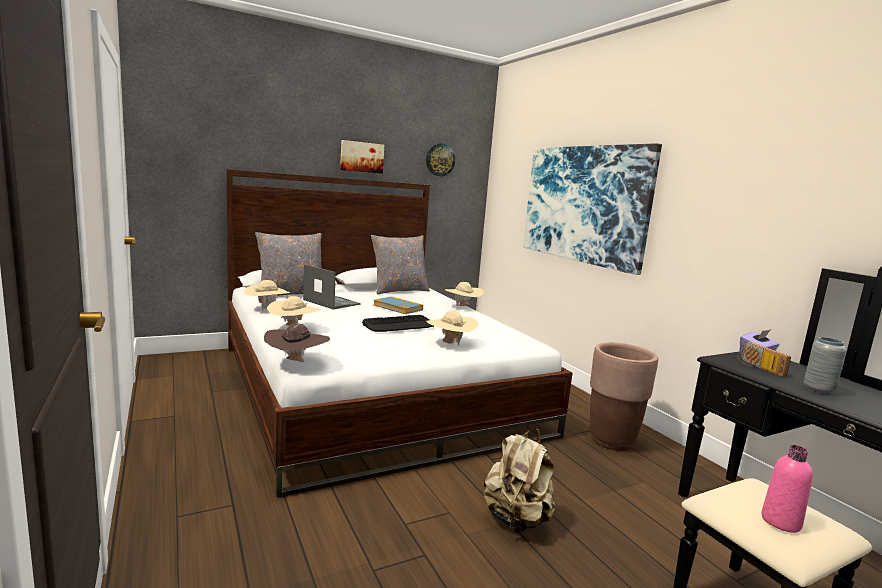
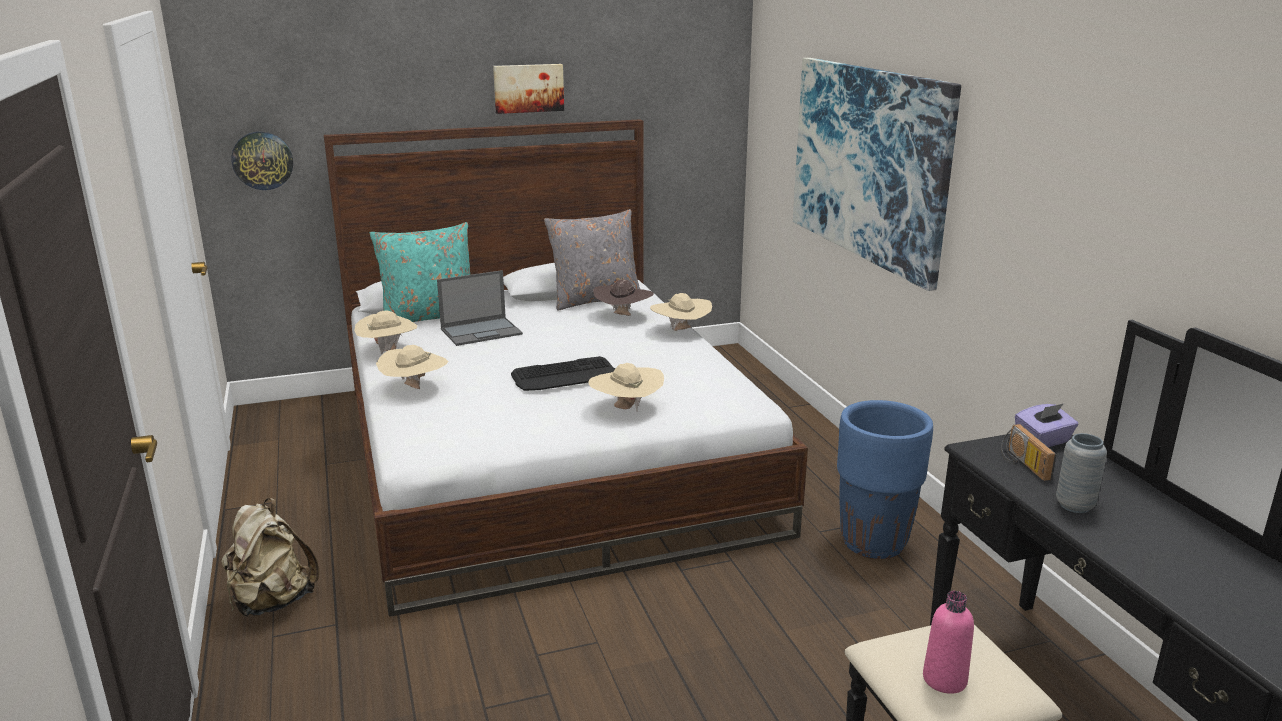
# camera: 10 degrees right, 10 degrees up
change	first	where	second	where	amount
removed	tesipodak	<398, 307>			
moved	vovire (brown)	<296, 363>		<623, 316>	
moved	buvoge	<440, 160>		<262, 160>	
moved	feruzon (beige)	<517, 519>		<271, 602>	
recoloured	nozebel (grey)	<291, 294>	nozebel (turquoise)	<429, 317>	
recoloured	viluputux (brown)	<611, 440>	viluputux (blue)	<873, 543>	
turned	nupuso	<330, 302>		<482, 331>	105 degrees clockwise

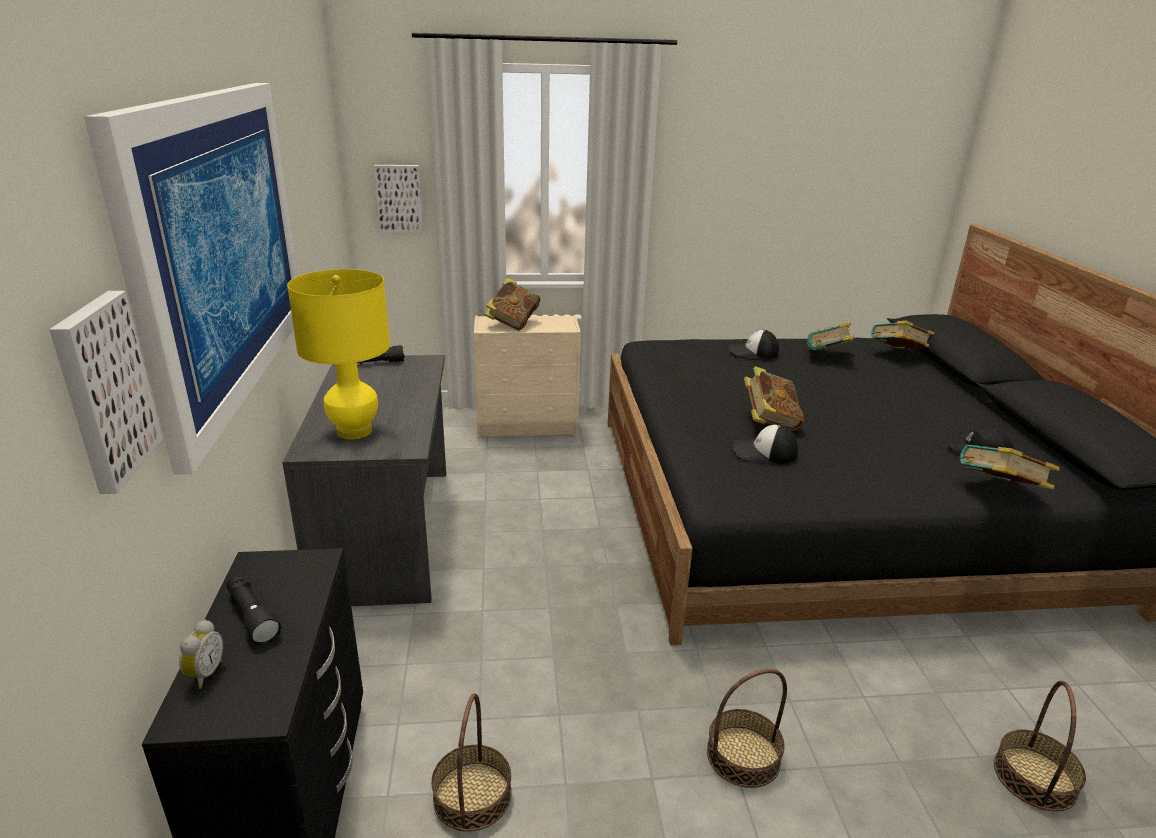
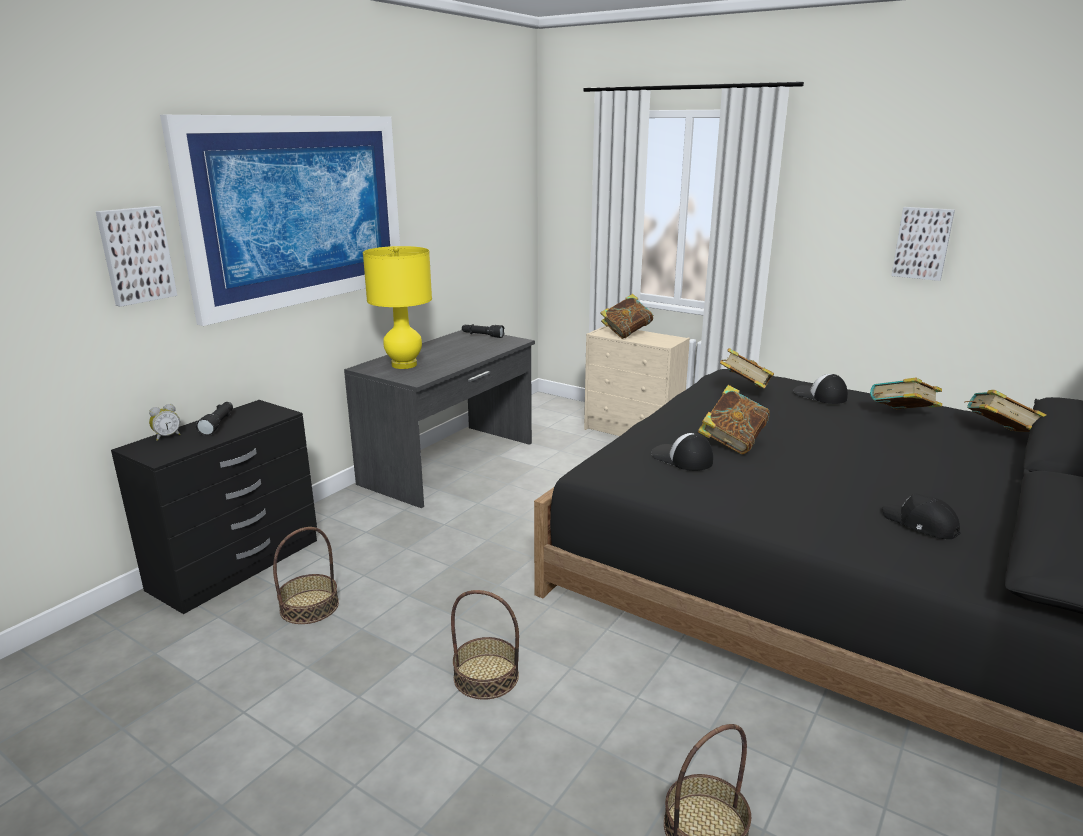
# camera: 40 degrees right, 5 degrees down
change	first	where	second	where	amount
moved	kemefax	<399, 198>		<922, 243>	
moved	tesipodak	<998, 491>		<744, 390>	

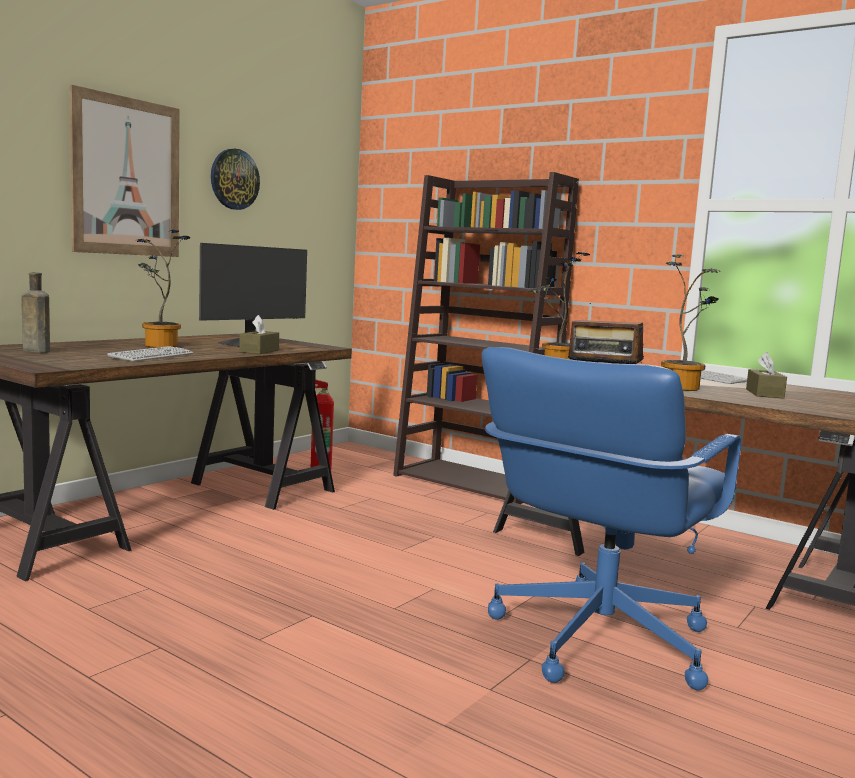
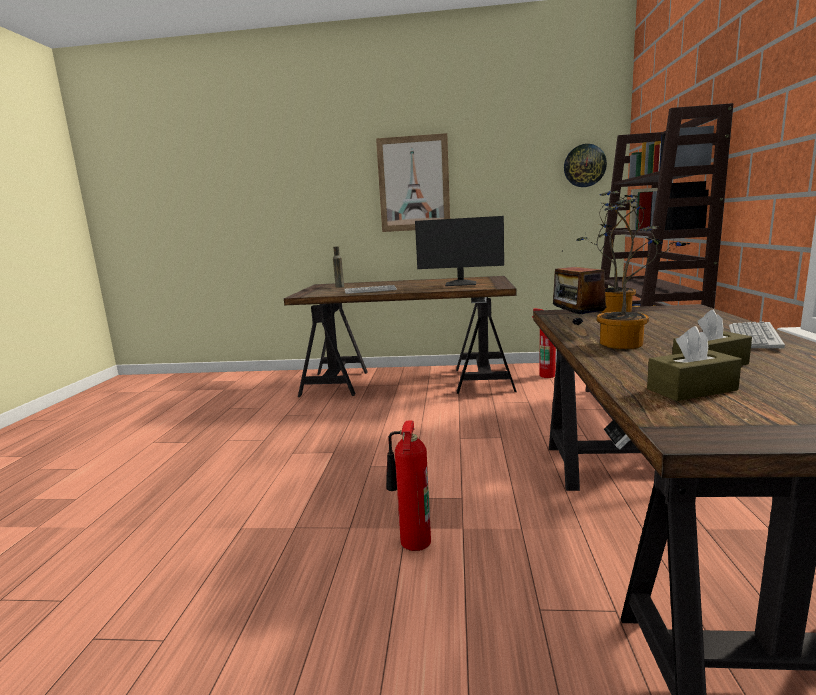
# camera: 60 degrees right, 5 degrees up
change	first	where	second	where	amount
removed	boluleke	<159, 346>			
moved	buvoge	<234, 179>		<584, 165>	
moved	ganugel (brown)	<259, 351>		<691, 389>	
replaced	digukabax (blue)	<597, 639>	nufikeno	<412, 543>	

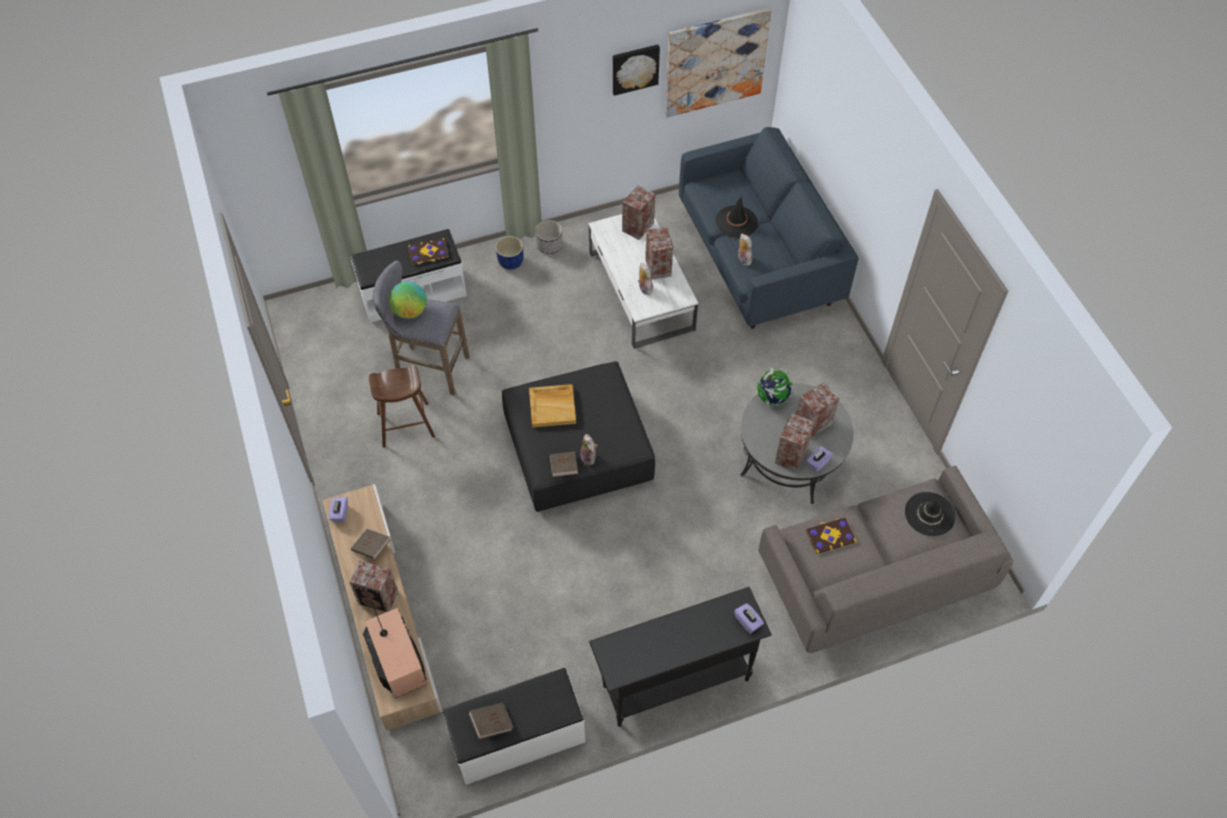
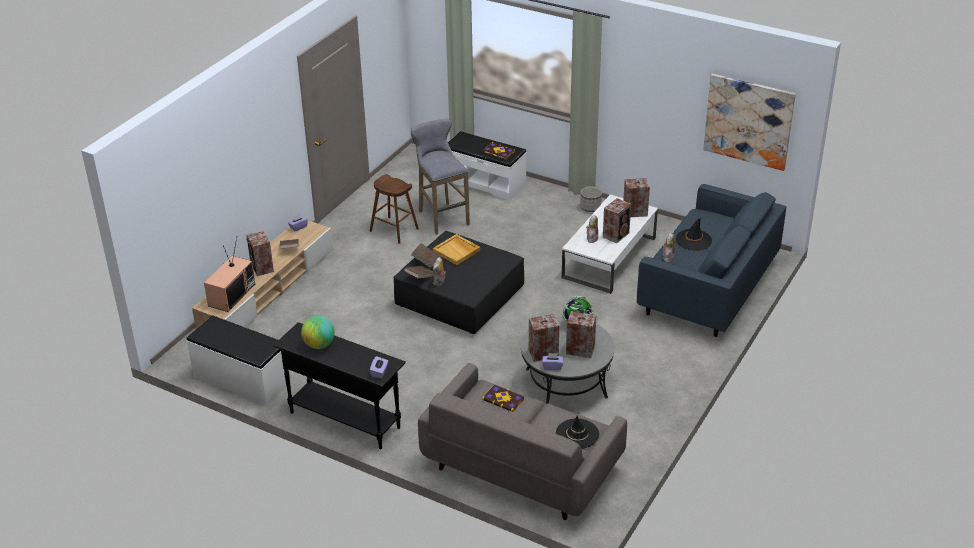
# camera: 50 degrees right, 20 degrees down
change	first	where	second	where	amount
removed	viluputux (blue)	<510, 262>			
removed	kemefax	<634, 68>			
moved	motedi	<410, 311>		<319, 345>	
moved	tesipodak (brown)	<491, 723>		<426, 260>	

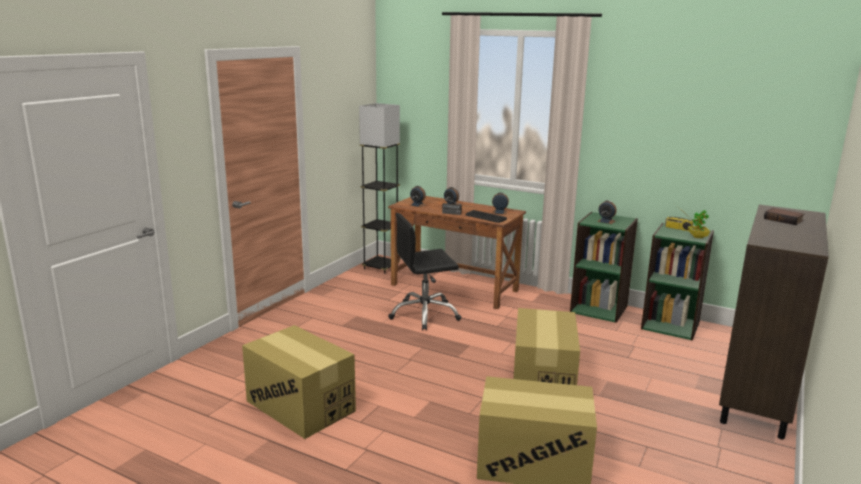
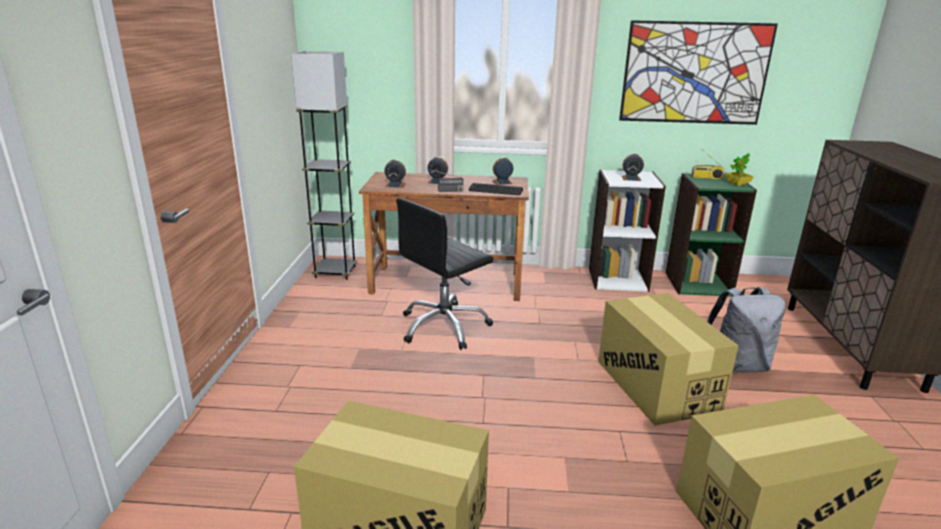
# camera: 25 degrees left, 5 degrees up
change	first	where	second	where	amount
removed	tesipodak	<784, 219>			
added			kemefax	<695, 73>	
added			feruzon (grey)	<737, 366>	
recoloured	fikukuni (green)	<599, 309>	fikukuni (white)	<617, 279>	

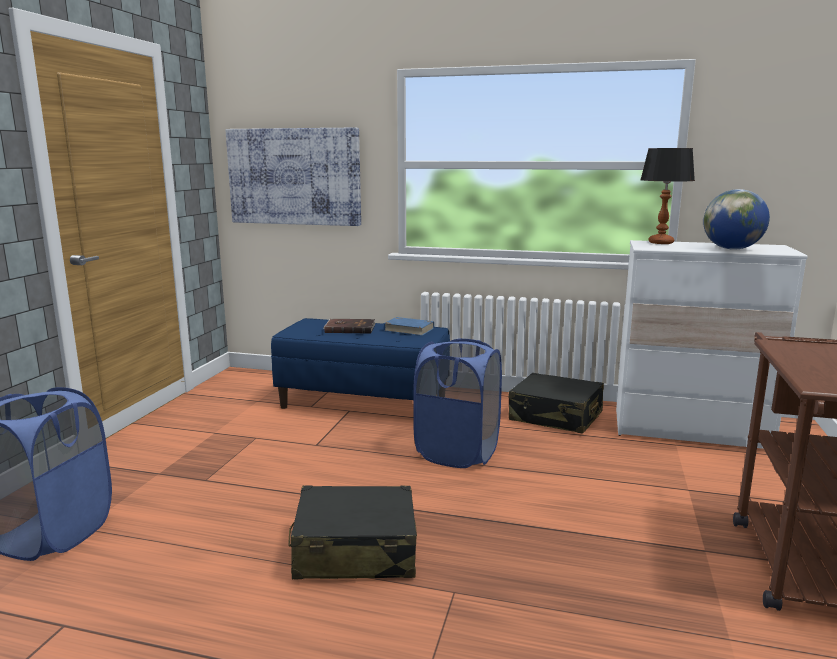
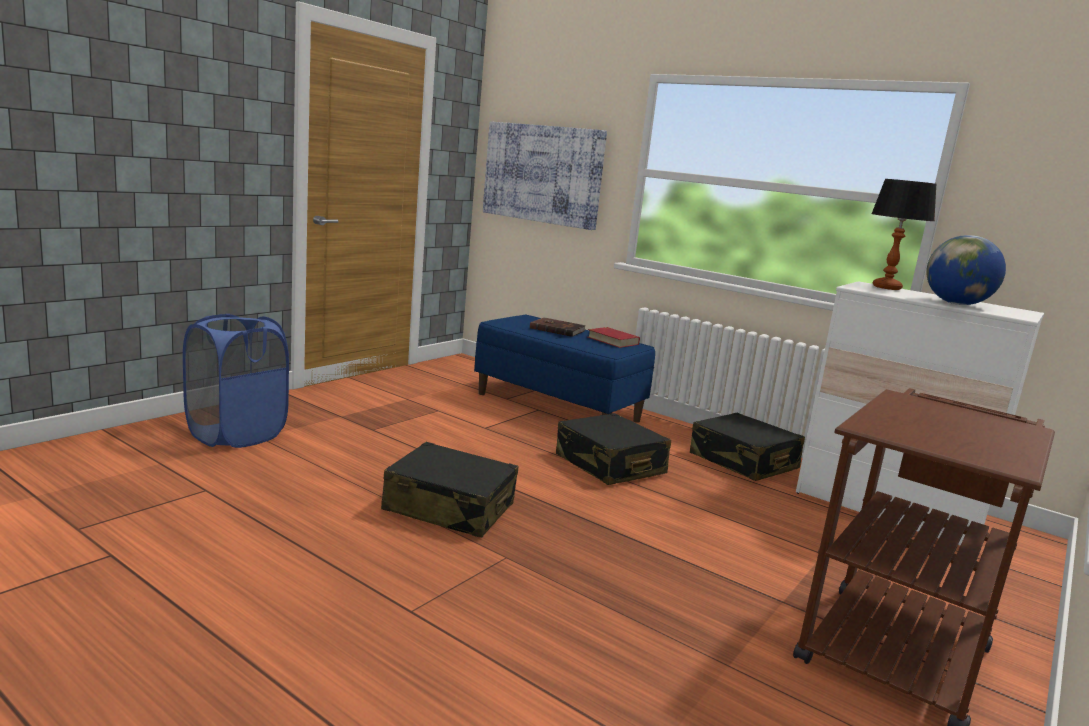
# camera: 20 degrees right, 0 degrees up
change	first	where	second	where	amount
replaced	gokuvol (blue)	<457, 452>	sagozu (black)	<609, 465>	
recoloured	tesipodak (blue)	<409, 329>	tesipodak (red)	<612, 341>	

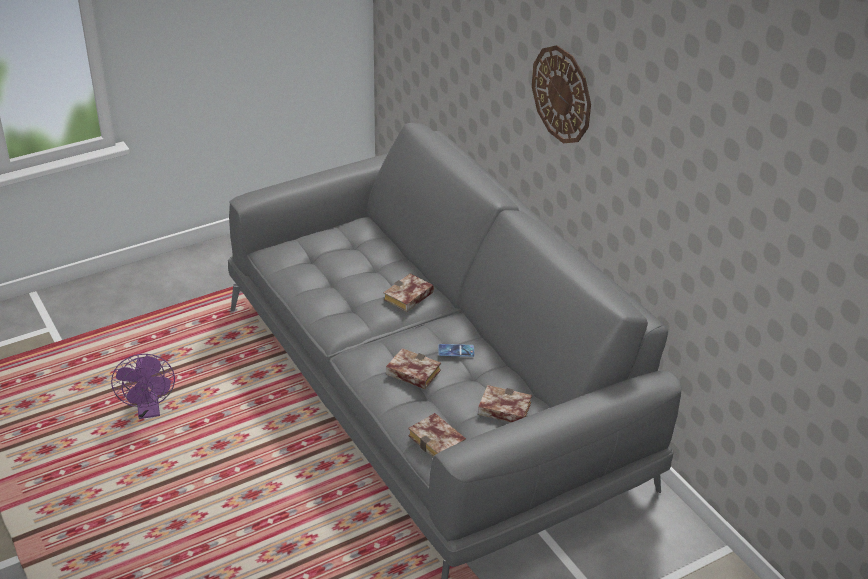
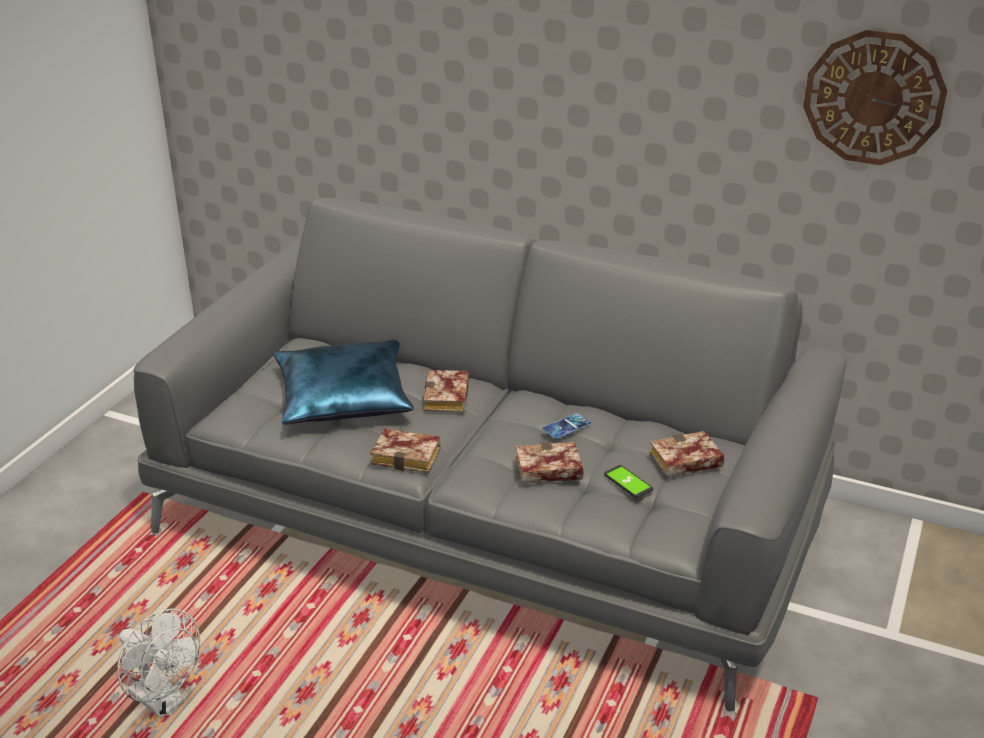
# camera: 35 degrees left, 5 degrees down
change	first	where	second	where	amount
added			nozebel (blue)	<342, 397>	
added			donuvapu	<628, 482>	
moved	tesipodak	<439, 442>		<409, 455>	
moved	buvoge	<562, 94>		<873, 98>	
recoloured	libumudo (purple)	<149, 411>	libumudo (white)	<164, 702>	

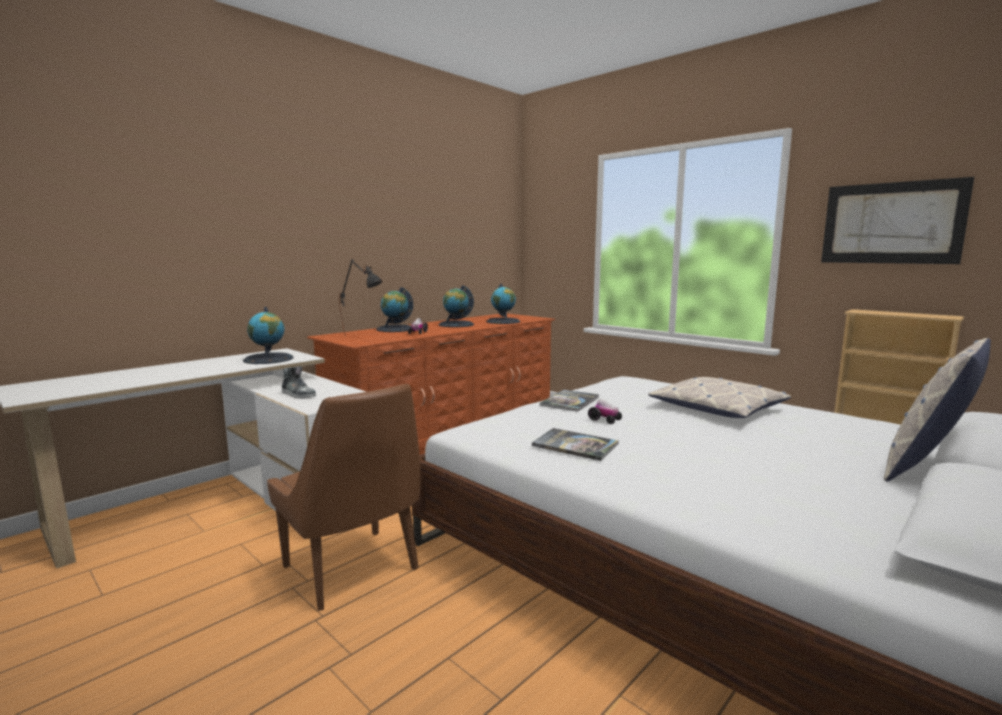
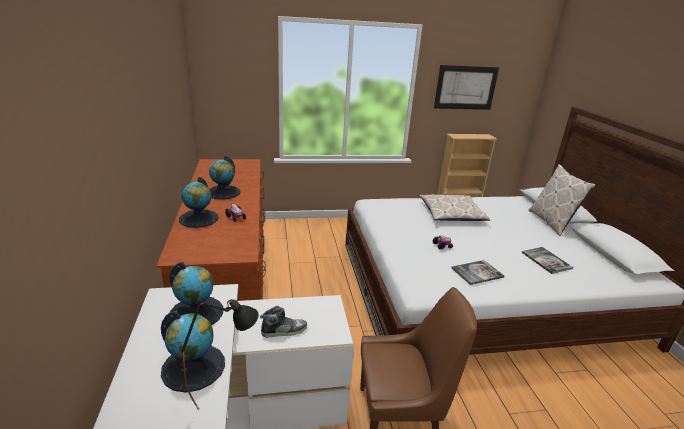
# camera: 55 degrees left, 15 degrees up
change	first	where	second	where	amount
moved	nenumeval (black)	<362, 337>		<223, 392>	
moved	motedi	<503, 321>		<193, 367>	
moved	tesipodak	<570, 401>		<546, 260>	

